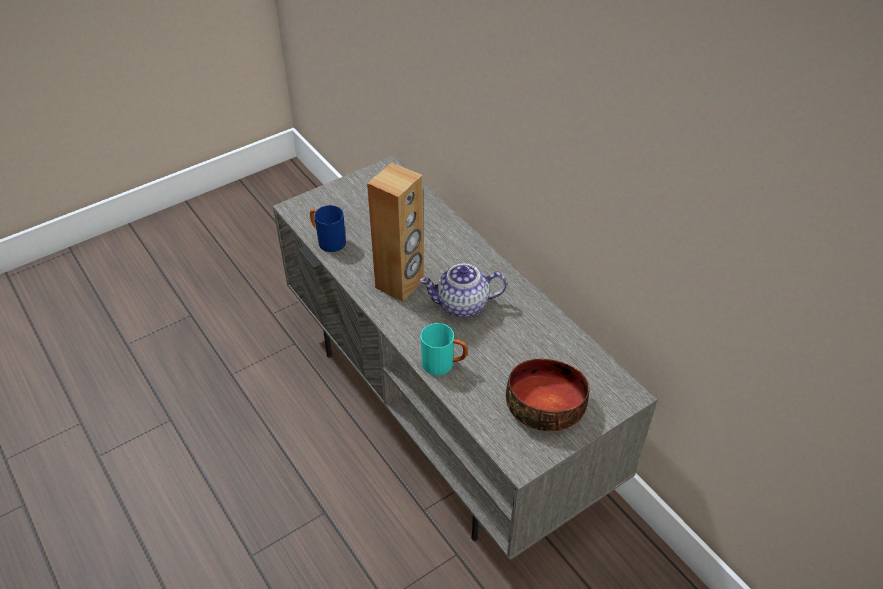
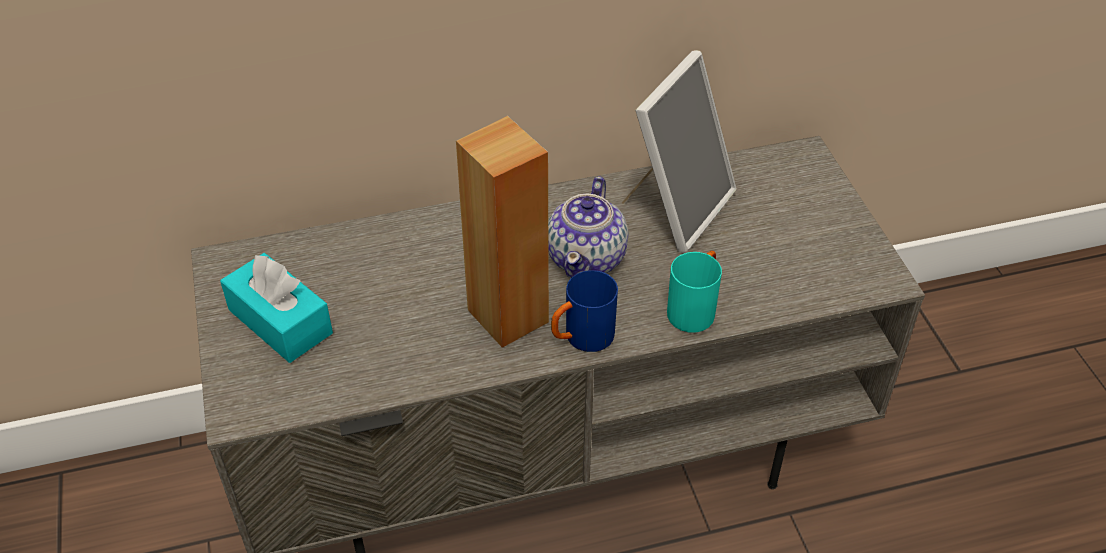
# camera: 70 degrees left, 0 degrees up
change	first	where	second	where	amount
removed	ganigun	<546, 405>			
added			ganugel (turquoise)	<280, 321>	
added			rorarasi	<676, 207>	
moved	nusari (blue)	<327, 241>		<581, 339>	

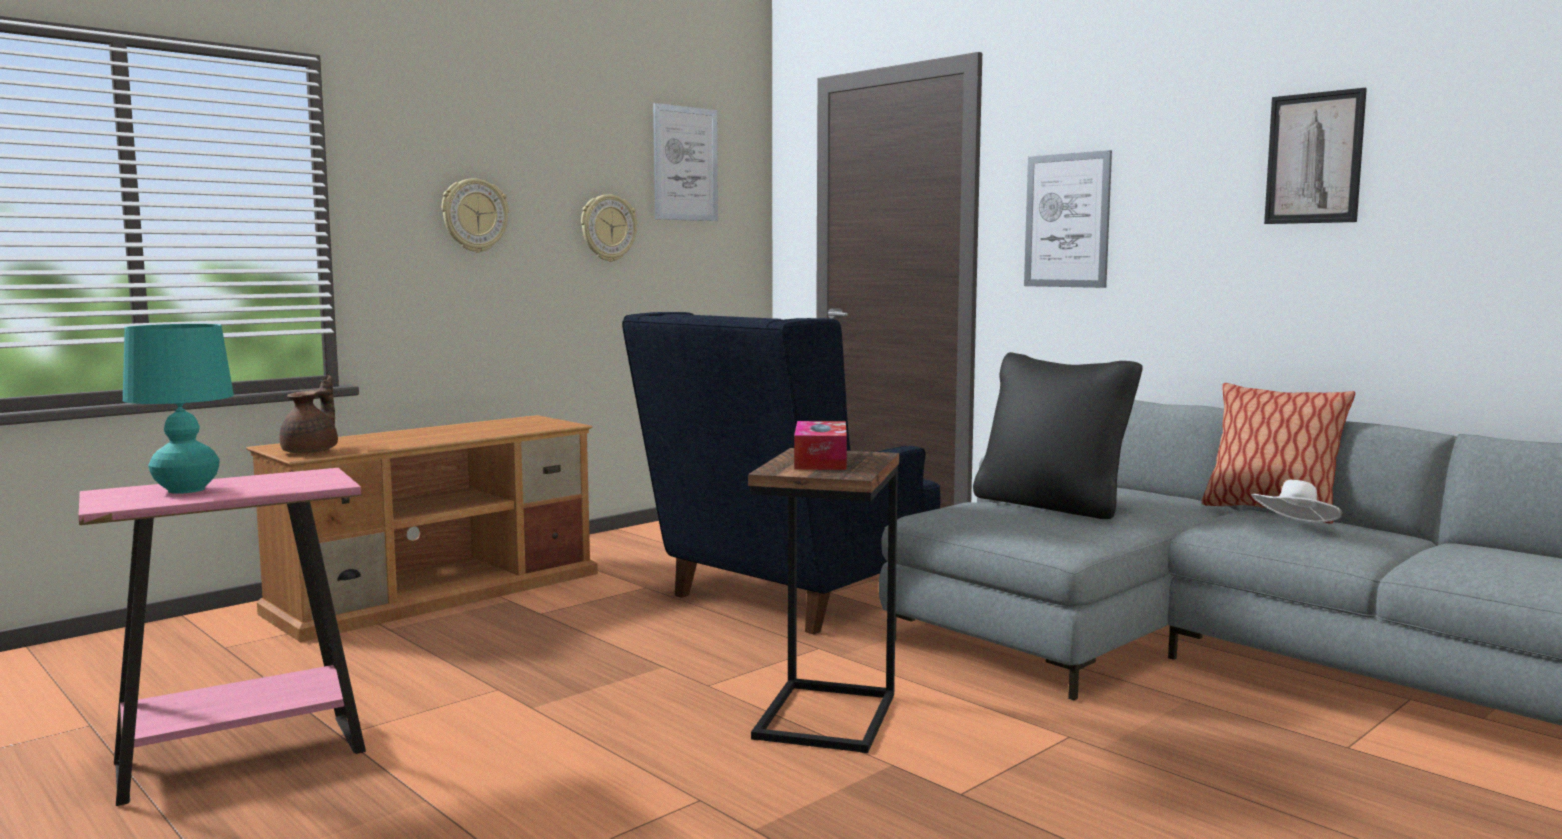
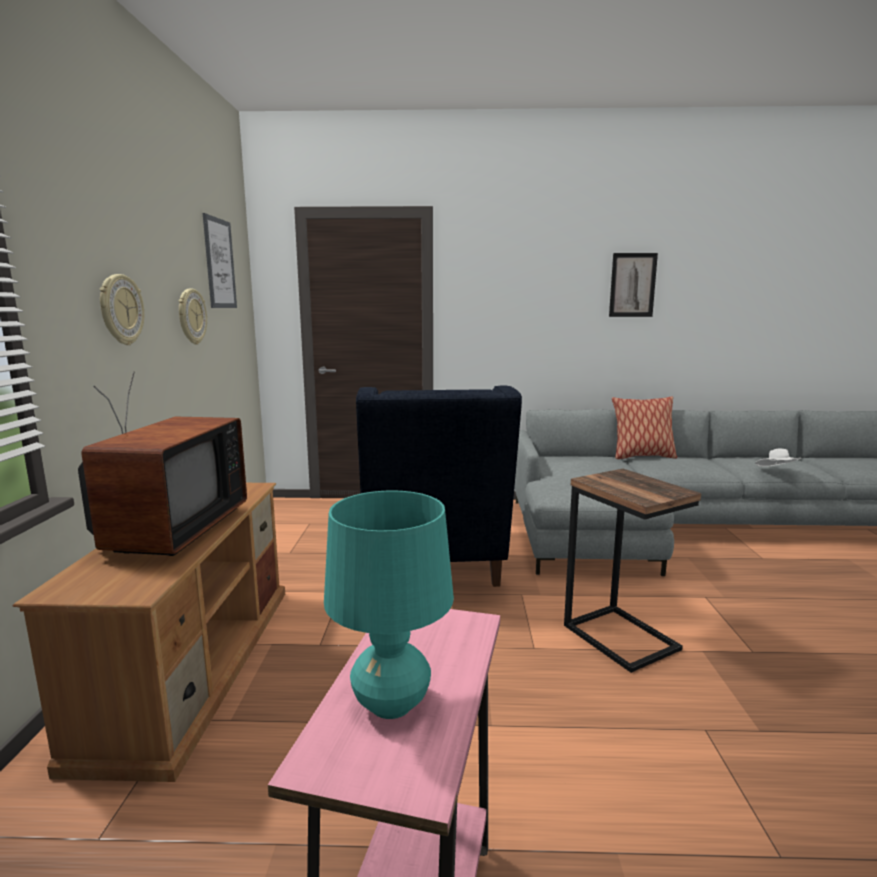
# camera: 45 degrees left, 5 degrees up
change	first	where	second	where	amount
removed	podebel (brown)	<312, 451>			
removed	ganugel	<820, 460>			
removed	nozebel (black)	<1052, 505>			
removed	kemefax	<1067, 220>			
added			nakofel	<169, 531>	
moved	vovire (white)	<1295, 527>		<777, 471>	

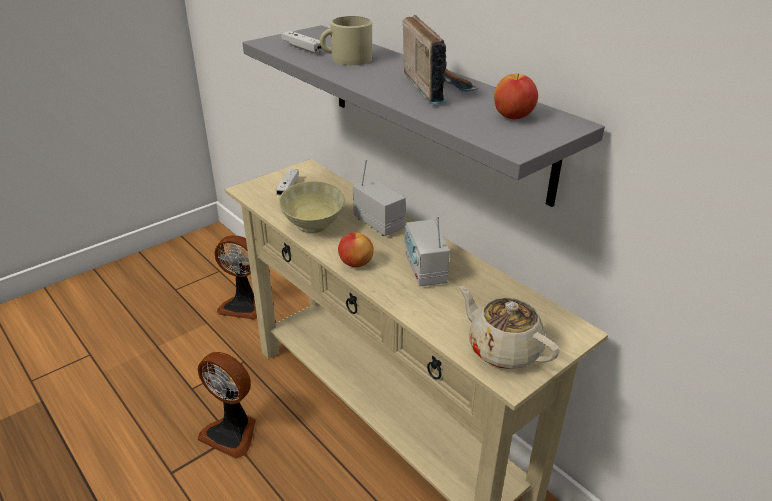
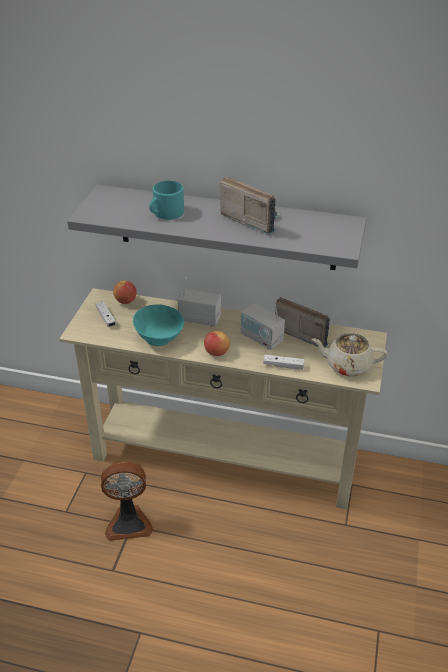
# camera: 35 degrees left, 5 degrees up
change	first	where	second	where	amount
removed	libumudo	<243, 305>			
added			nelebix	<303, 332>	
moved	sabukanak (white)	<303, 48>		<283, 366>	
moved	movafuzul	<513, 117>		<126, 301>	
recoloured	ganigun (beige)	<312, 226>	ganigun (turquoise)	<159, 339>	
recoloured	nusari (beige)	<346, 59>	nusari (turquoise)	<165, 213>	

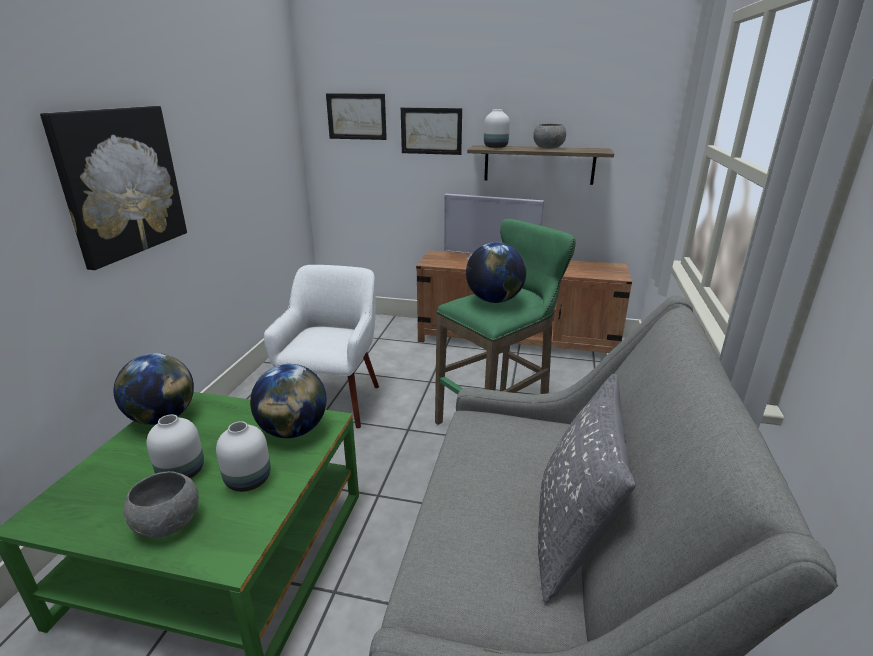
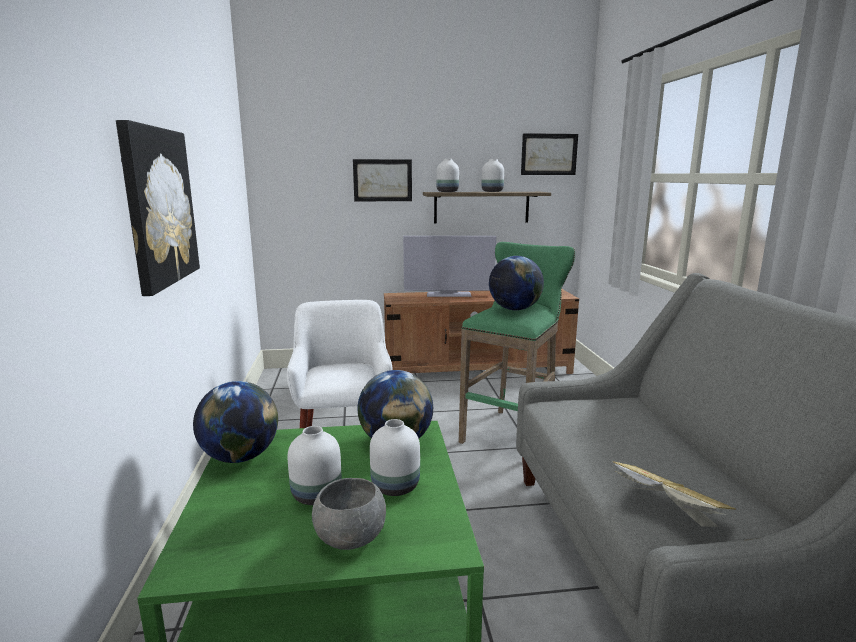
# camera: 20 degrees left, 10 degrees down
change	first	where	second	where	amount
removed	nozebel (grey)	<572, 535>			
added			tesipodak	<666, 513>	
moved	kemefax	<356, 116>		<549, 154>	
replaced	ganigun (grey)	<548, 148>	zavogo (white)	<492, 191>	

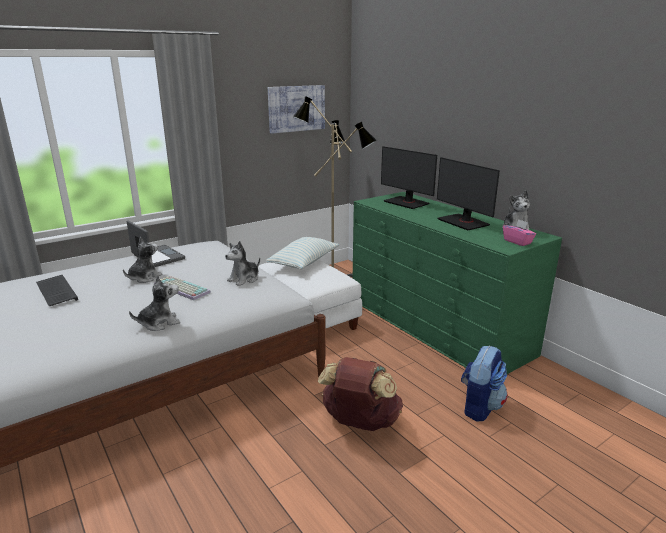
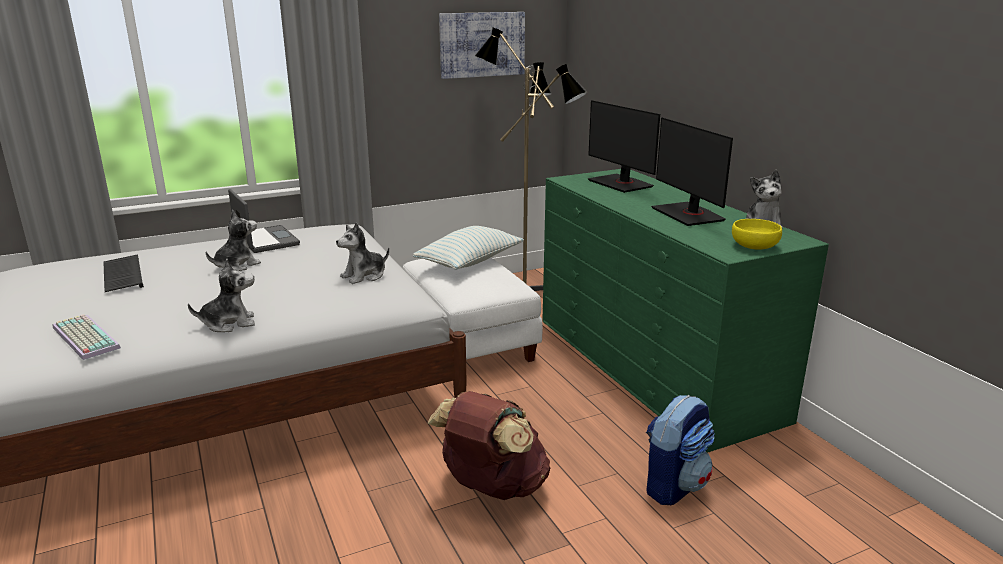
# camera: 10 degrees right, 0 degrees up
change	first	where	second	where	amount
moved	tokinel	<180, 289>		<83, 338>	
replaced	ganugel (pink)	<517, 242>	ganigun (yellow)	<753, 246>	

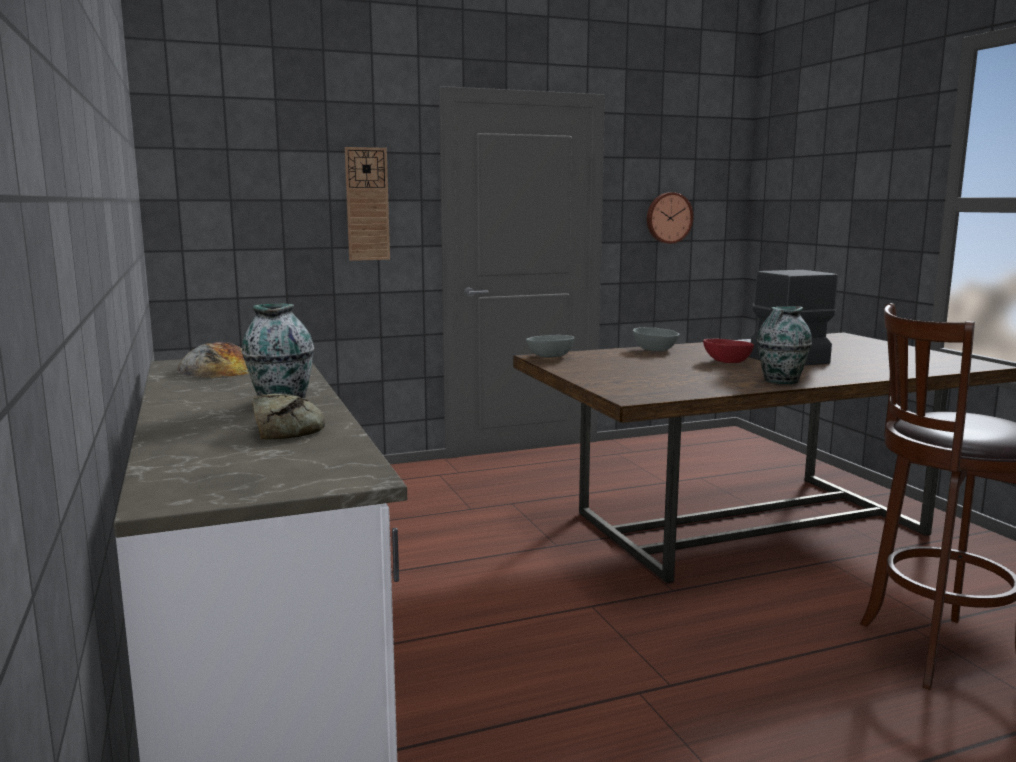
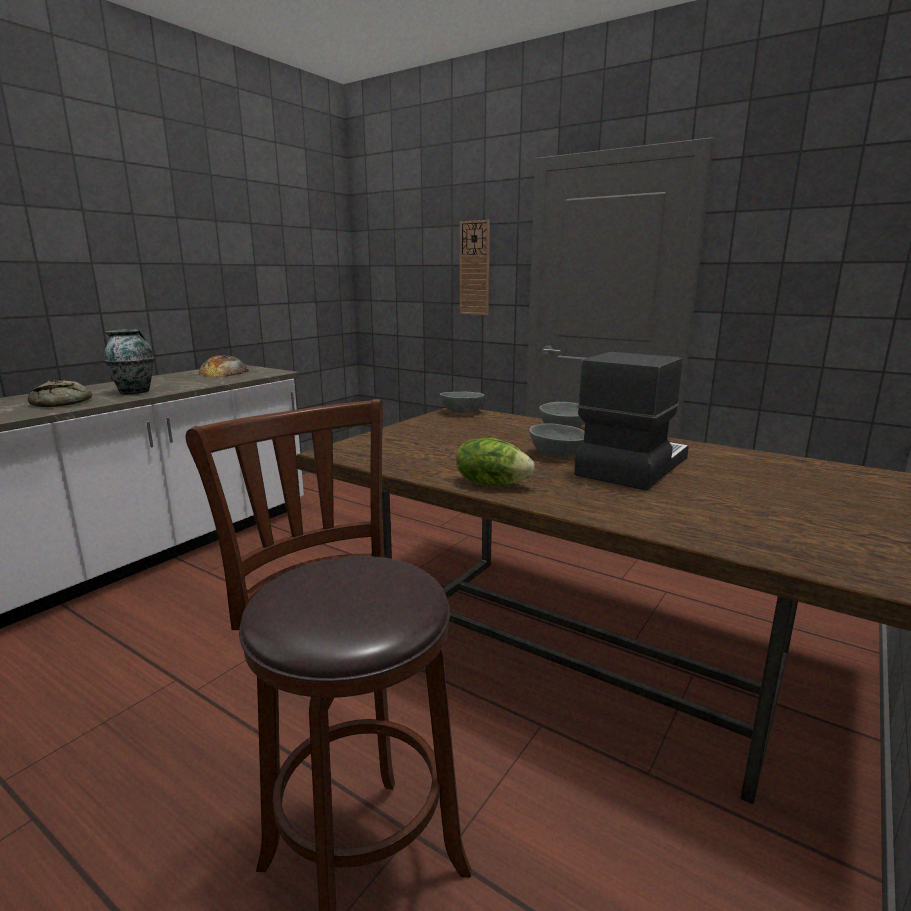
# camera: 55 degrees right, 5 degrees up
change	first	where	second	where	amount
removed	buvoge	<668, 218>			
replaced	zavogo	<780, 381>	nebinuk	<492, 483>	
recoloured	ganigun (red)	<727, 362>	ganigun (grey)	<556, 454>	

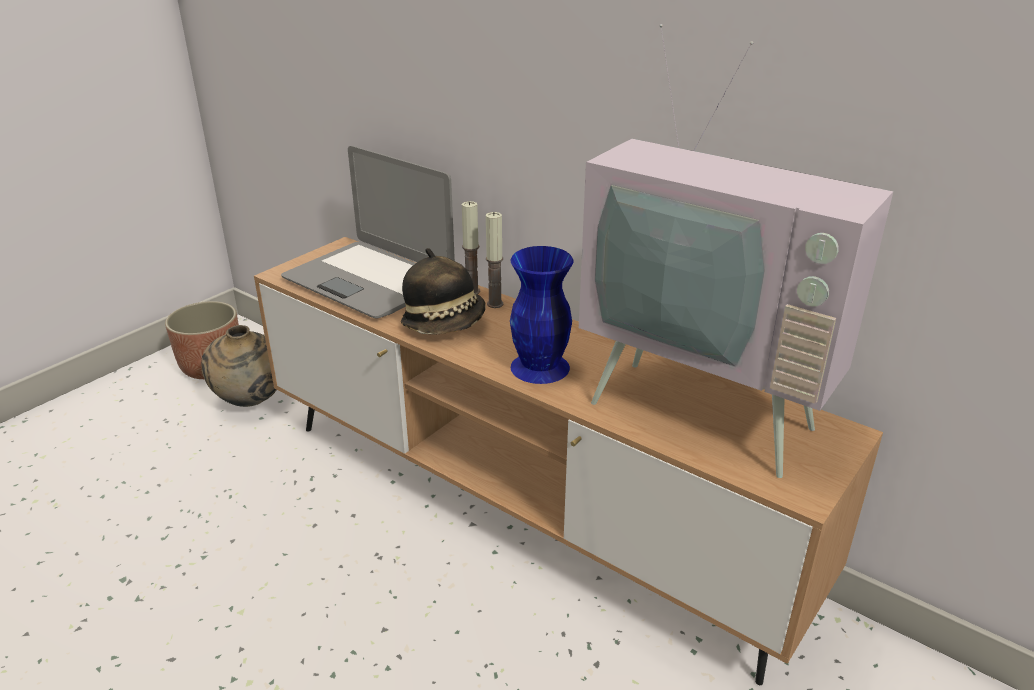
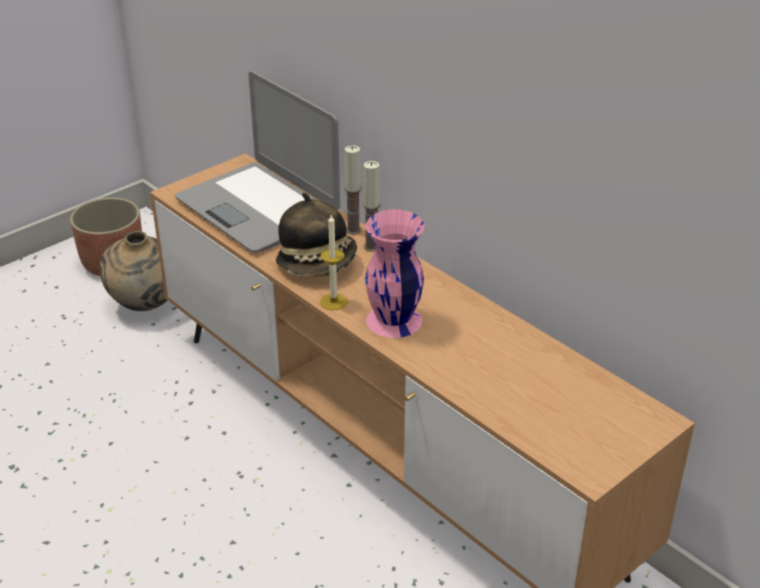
# camera: 10 degrees right, 5 degrees up
change	first	where	second	where	amount
removed	nakofel	<709, 407>			
added			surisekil	<333, 302>	
recoloured	zavogo (blue)	<539, 367>	zavogo (pink)	<393, 320>	

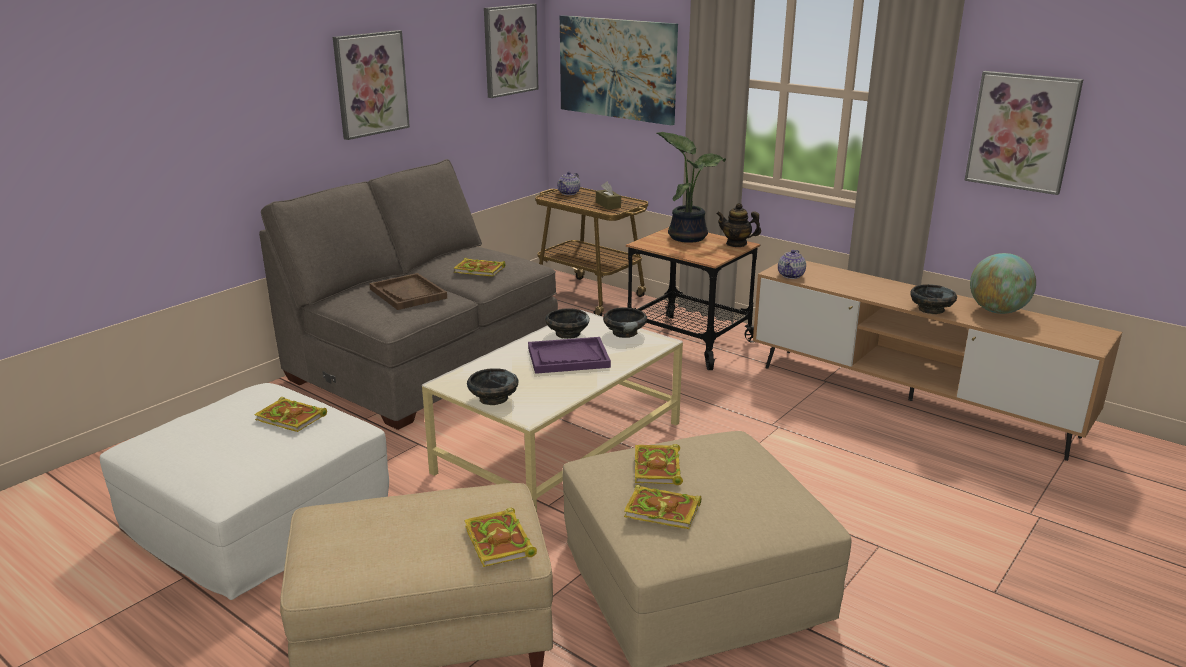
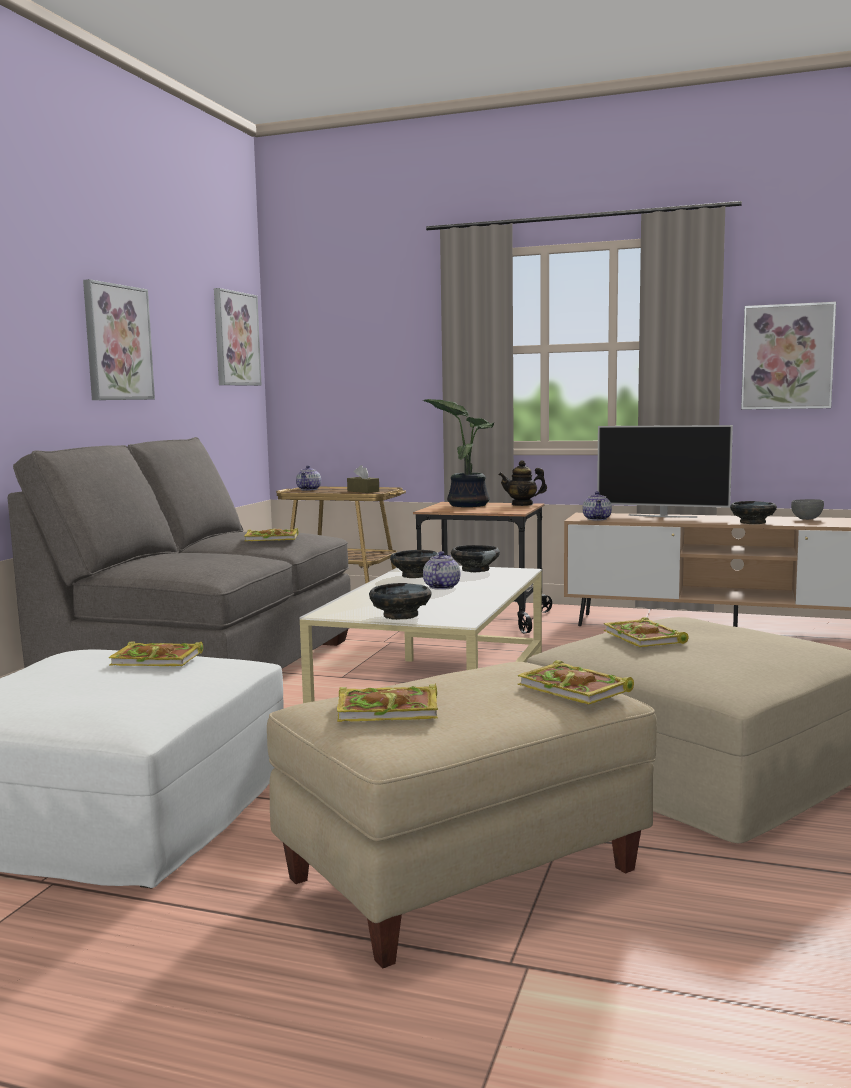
# camera: 20 degrees left, 15 degrees down
change	first	where	second	where	amount
removed	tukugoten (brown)	<408, 294>			
removed	kemefax	<617, 68>			
added			nakofel	<662, 516>	
moved	tesipodak	<664, 510>		<390, 710>	
replaced	tukugoten (purple)	<568, 358>	podebel	<441, 587>	
replaced	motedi	<997, 311>	ganigun (grey)	<807, 519>	

